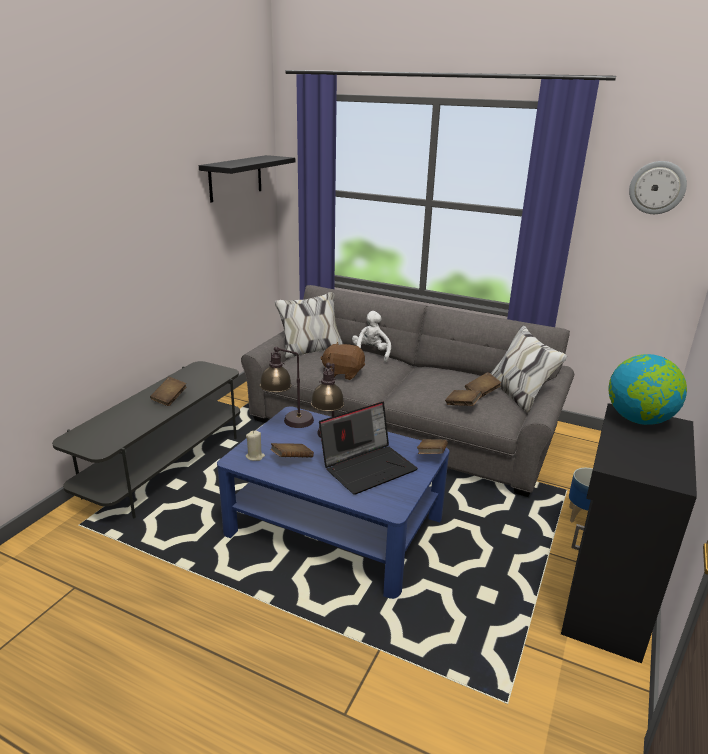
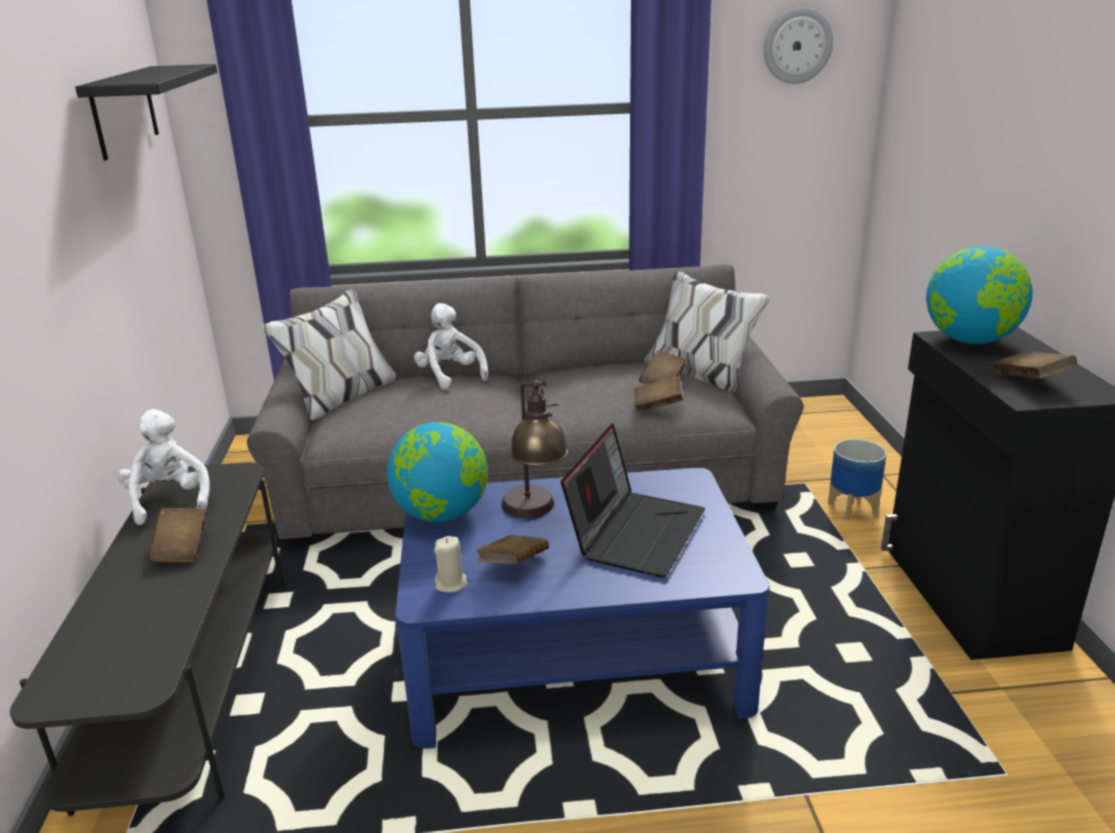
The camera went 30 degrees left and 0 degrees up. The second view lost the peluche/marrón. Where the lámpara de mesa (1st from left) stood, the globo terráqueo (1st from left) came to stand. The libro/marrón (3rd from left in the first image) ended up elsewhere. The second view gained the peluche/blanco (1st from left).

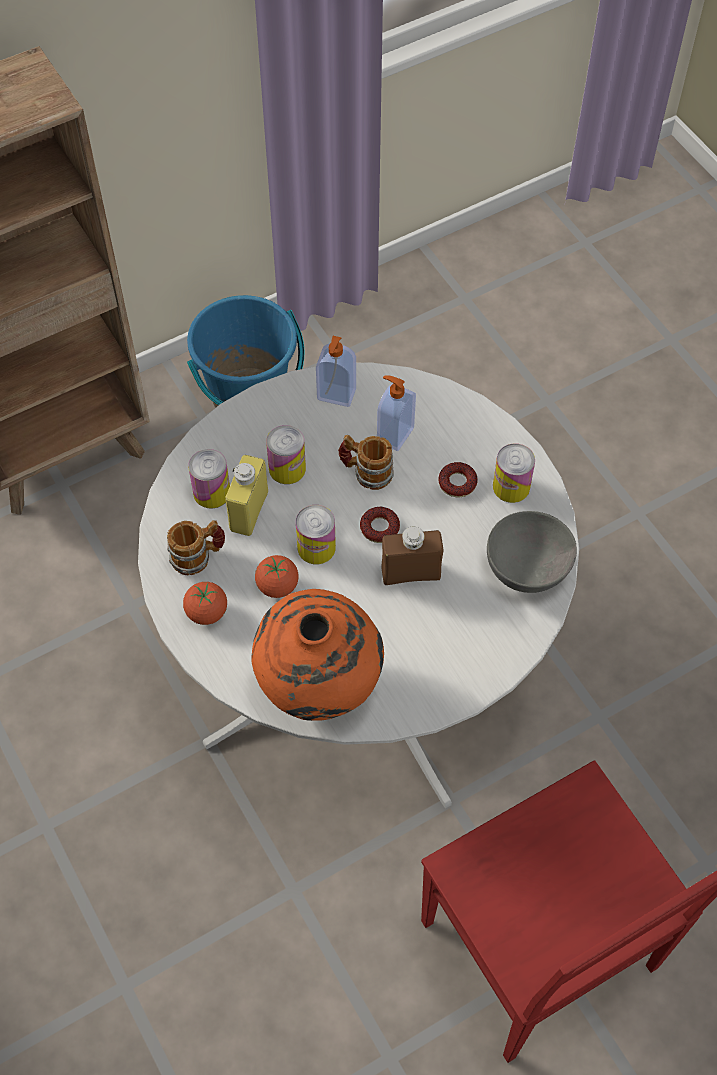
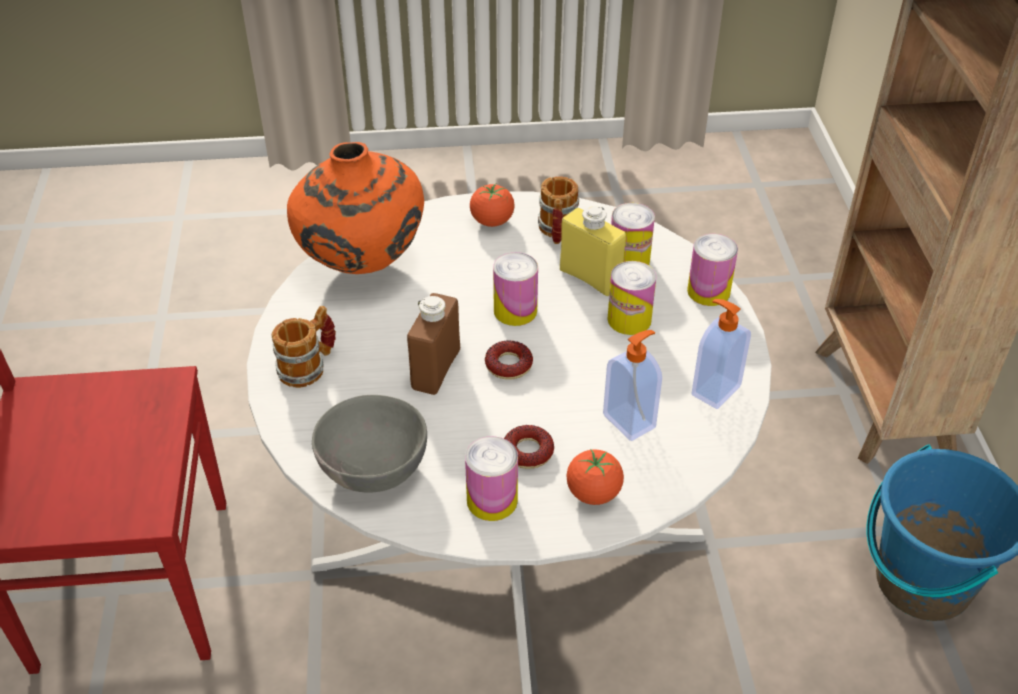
The camera went 115 degrees right and 15 degrees down. The taza grande (2nd from left in the first image) ended up elsewhere. The tomate (2nd from left) ended up elsewhere. The second view gained the lata (5th from left).

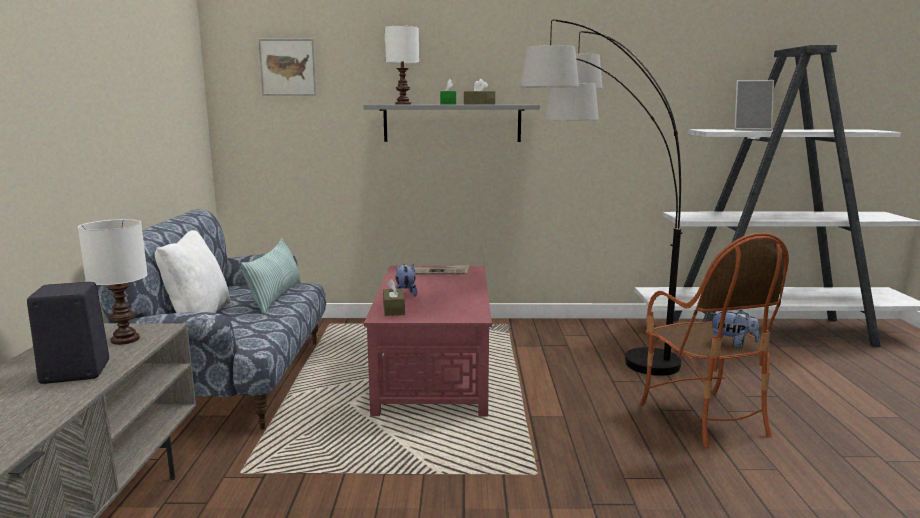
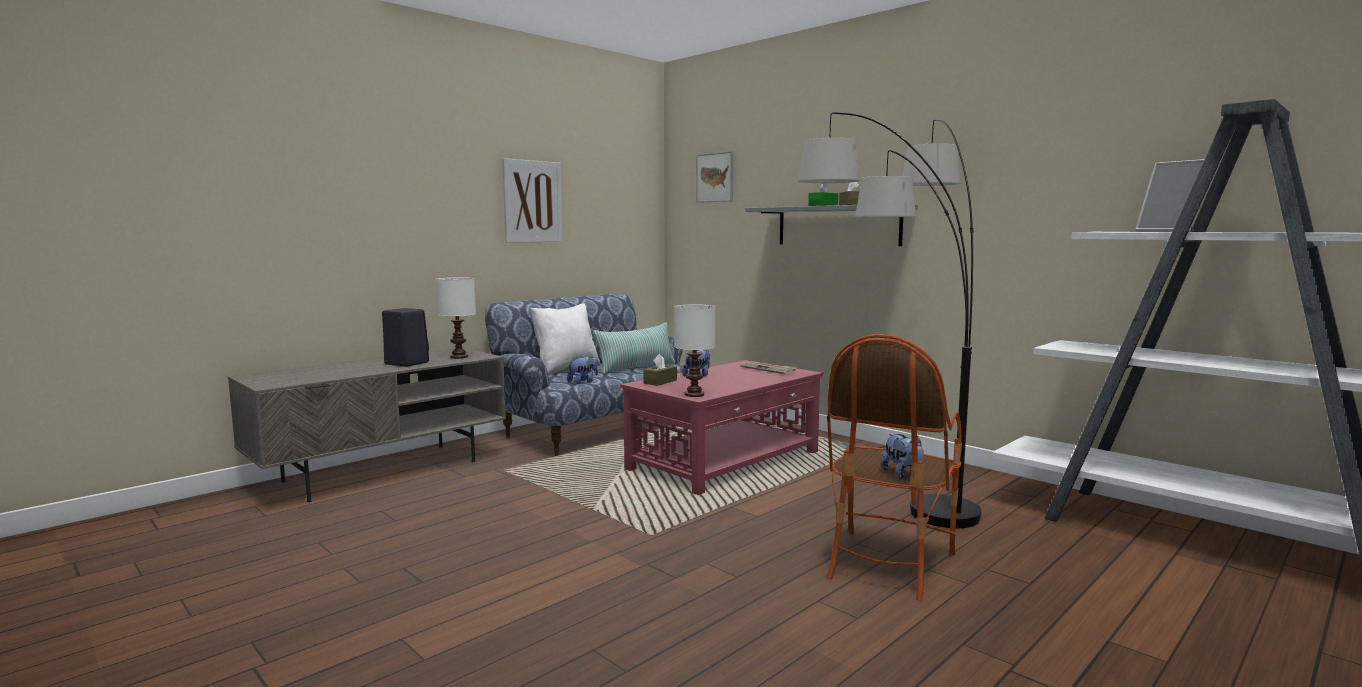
The camera went 45 degrees right and 5 degrees down. The lámpara de mesa/blanco (2nd from left) ended up elsewhere. The second view gained the cuadro (1st from left). The second view gained the peluche (1st from left).

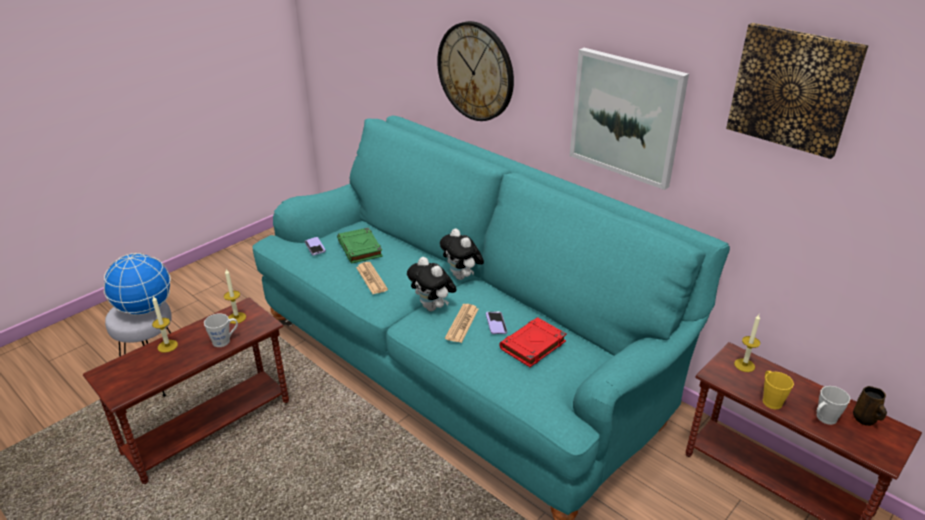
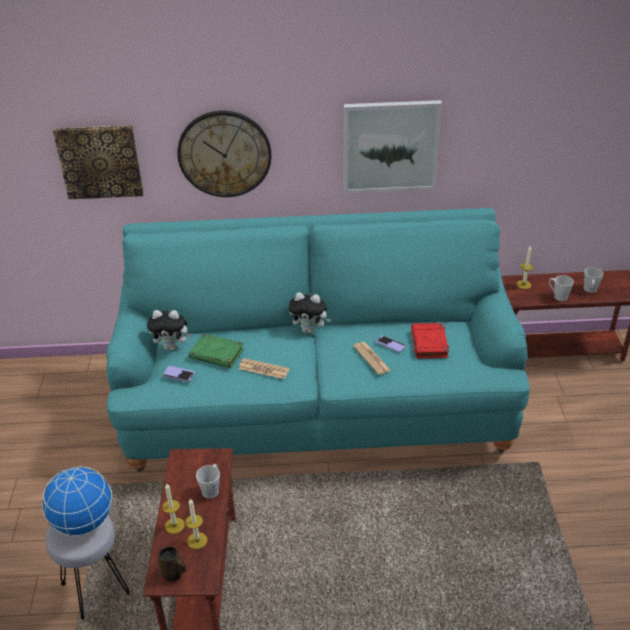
The camera went 45 degrees left and 5 degrees up. The cuadro (2nd from left in the first image) ended up elsewhere. The peluche (1st from left) ended up elsewhere. The vela (2nd from left) ended up elsewhere. What was the taza grande/amarillo turned into the taza grande/gris (2nd from left). The taza grande/marrón ended up elsewhere.

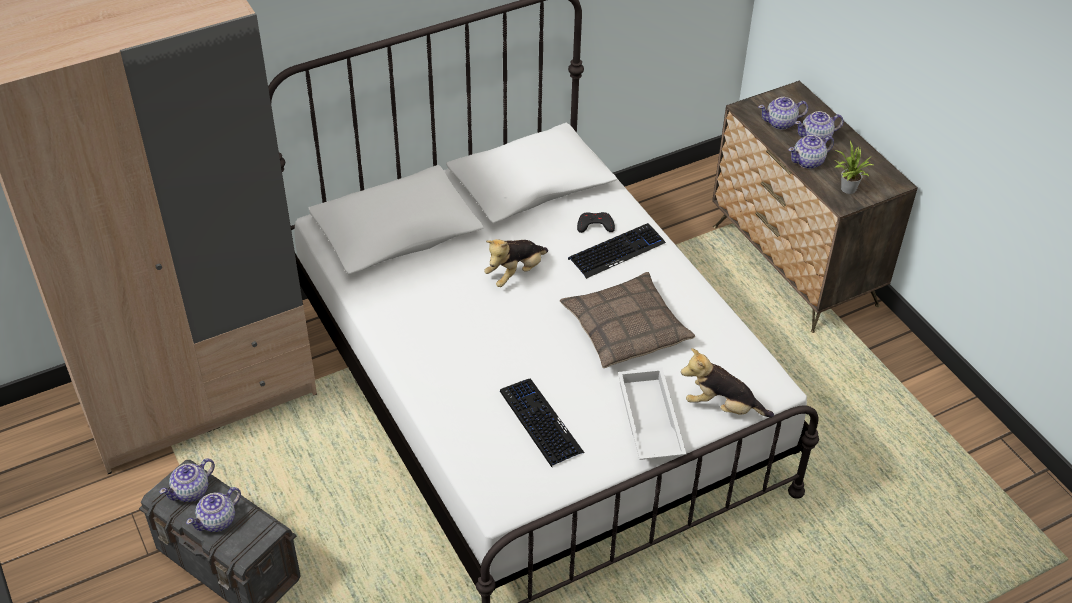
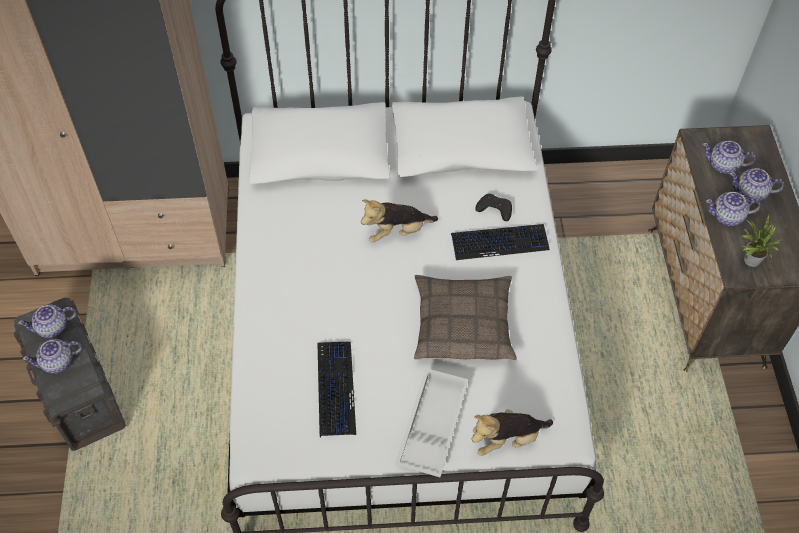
The camera went 25 degrees right and 10 degrees up. The peluche (2nd from left) ended up facing another way, 60 degrees counterclockwise from before.

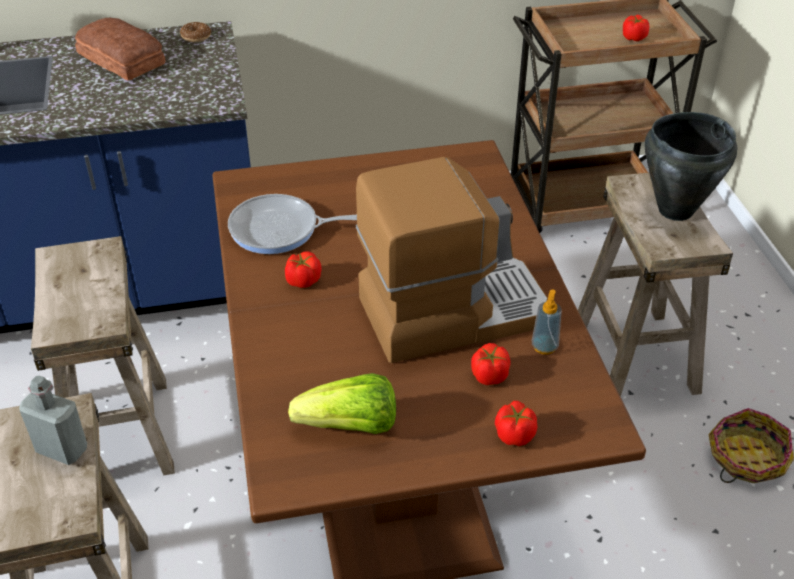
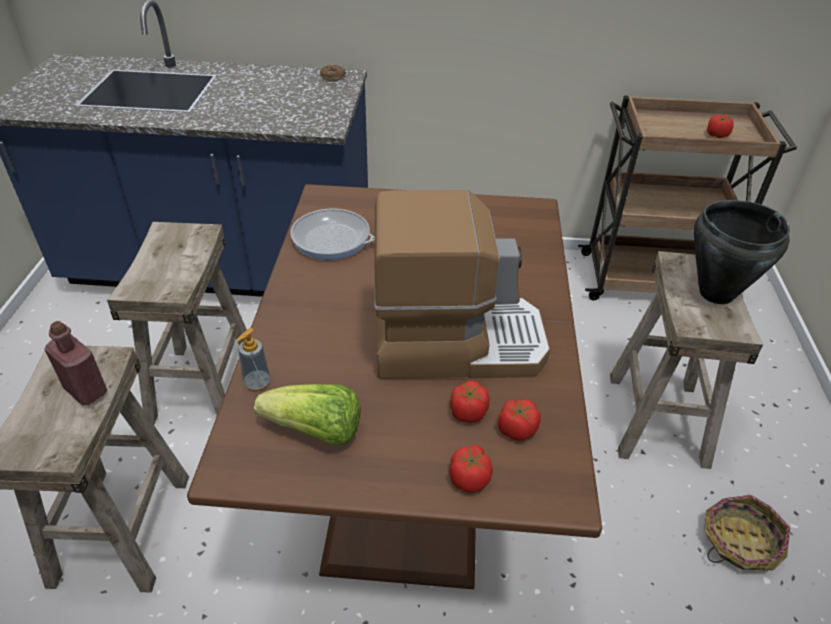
The camera went 15 degrees right and 0 degrees up. The second view lost the pan. The tomate (1st from left in the first image) ended up elsewhere. The dispensador de jabón ended up elsewhere. What was the botella/gris turned into the botella/rojo.

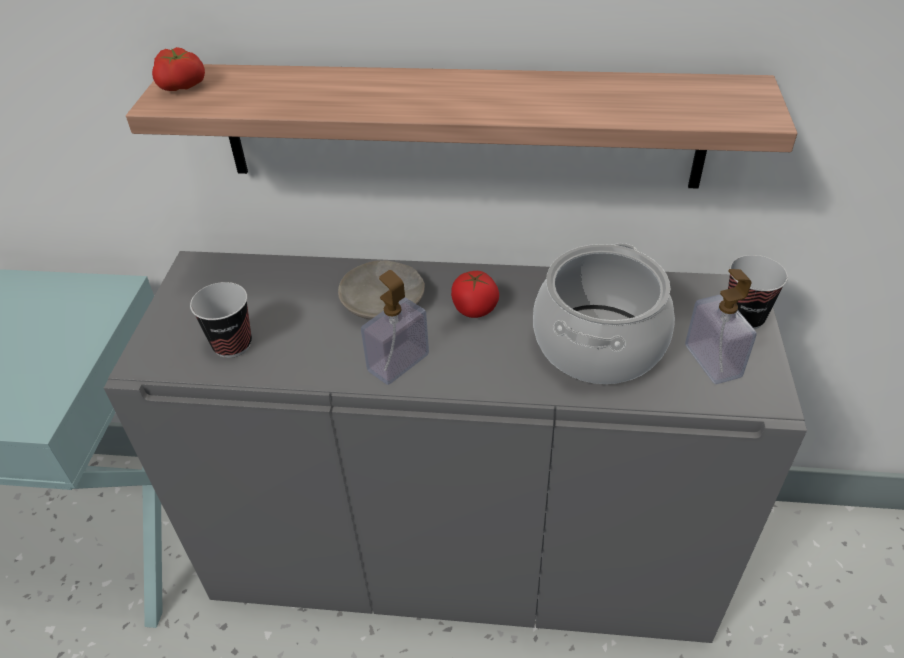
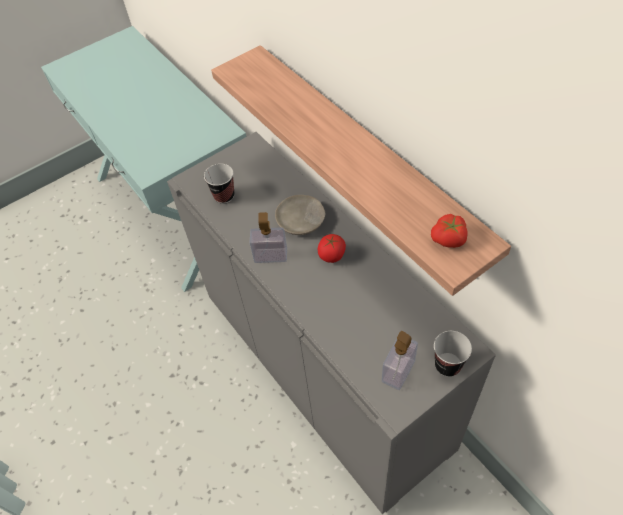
The camera went 50 degrees right and 10 degrees up. The tomate (1st from left in the first image) ended up elsewhere. The second view lost the olla.

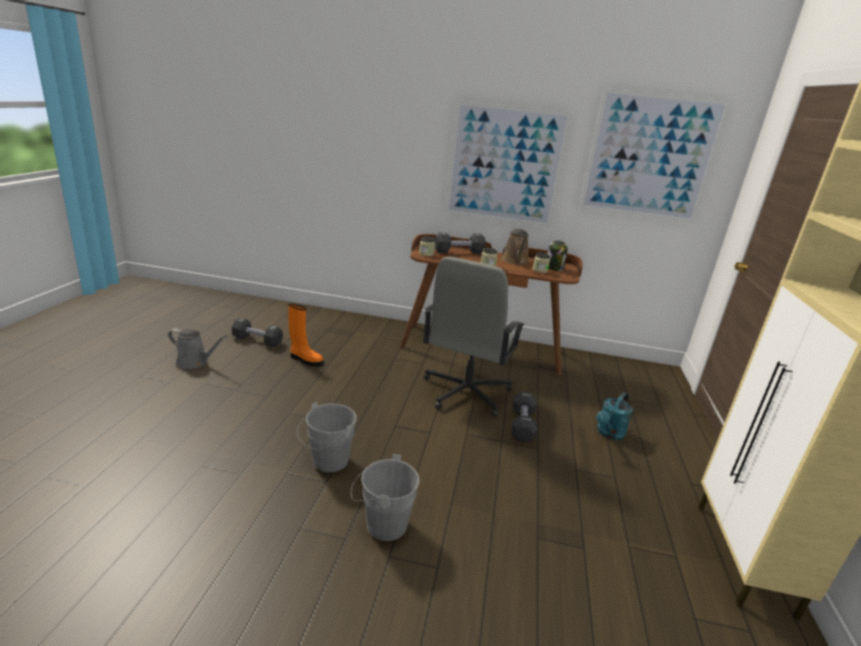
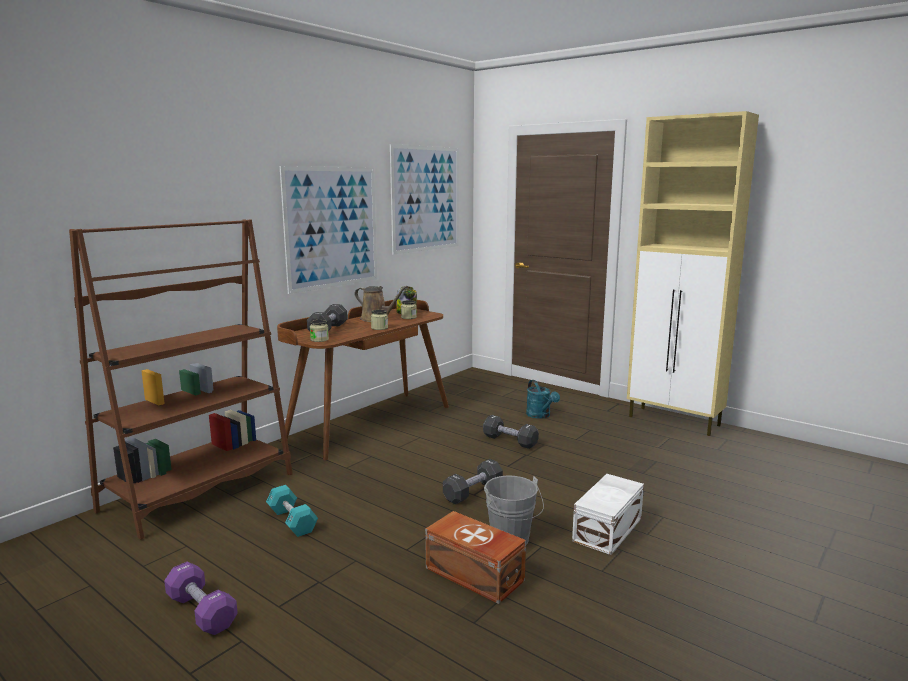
The camera went 60 degrees left and 10 degrees down. The second view lost the silla de oficina/gris. Where the bota/naranja stood, the mancuerna/turquesa came to stand. The mancuerna/negro (1st from left in the first image) ended up elsewhere. Where the regadera/gris stood, the mancuerna/morado came to stand. Where the cubo/gris (2nd from left) stood, the caja de almacenaje/blanco came to stand. The second view gained the estantería/marrón. The second view gained the caja de almacenaje/marrón.

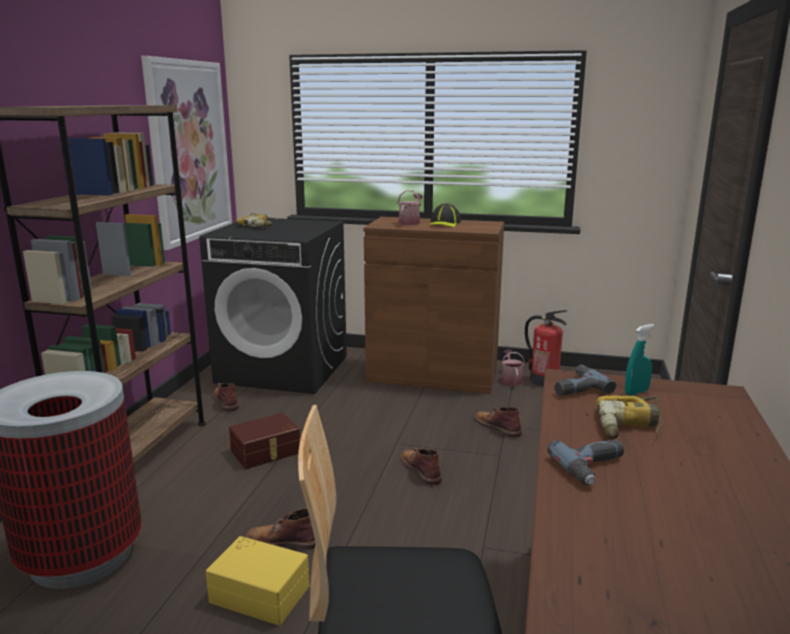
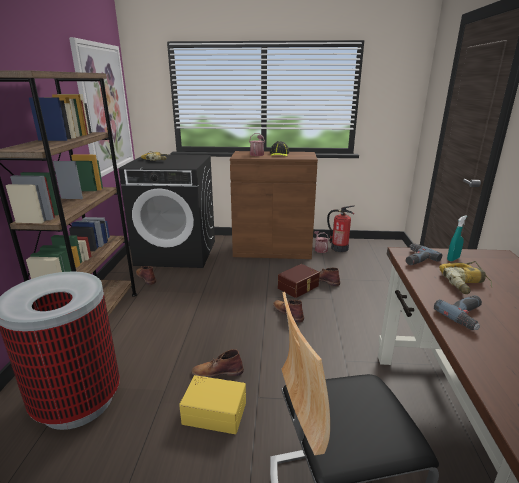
The camera went 10 degrees left and 5 degrees up. The caja de almacenaje/marrón ended up elsewhere.

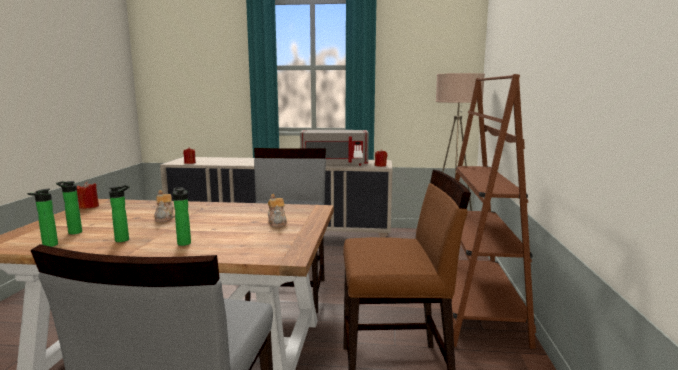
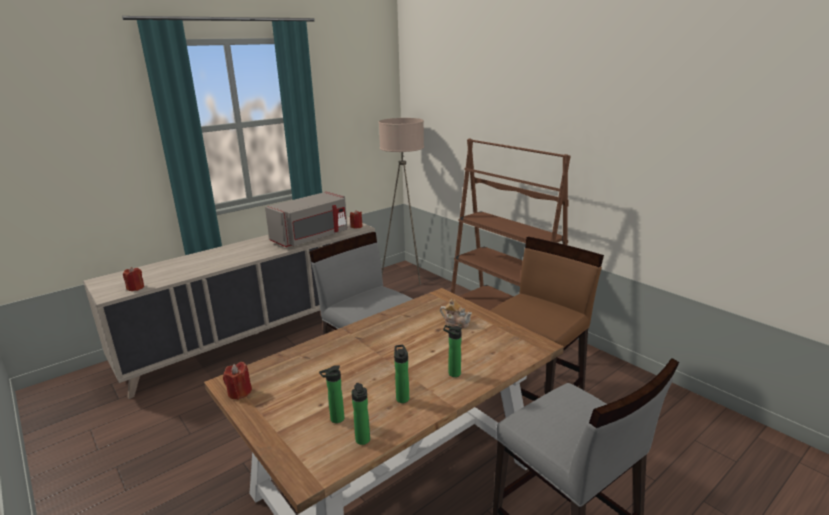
The camera went 45 degrees left and 10 degrees up. The second view lost the tetera (1st from left).

